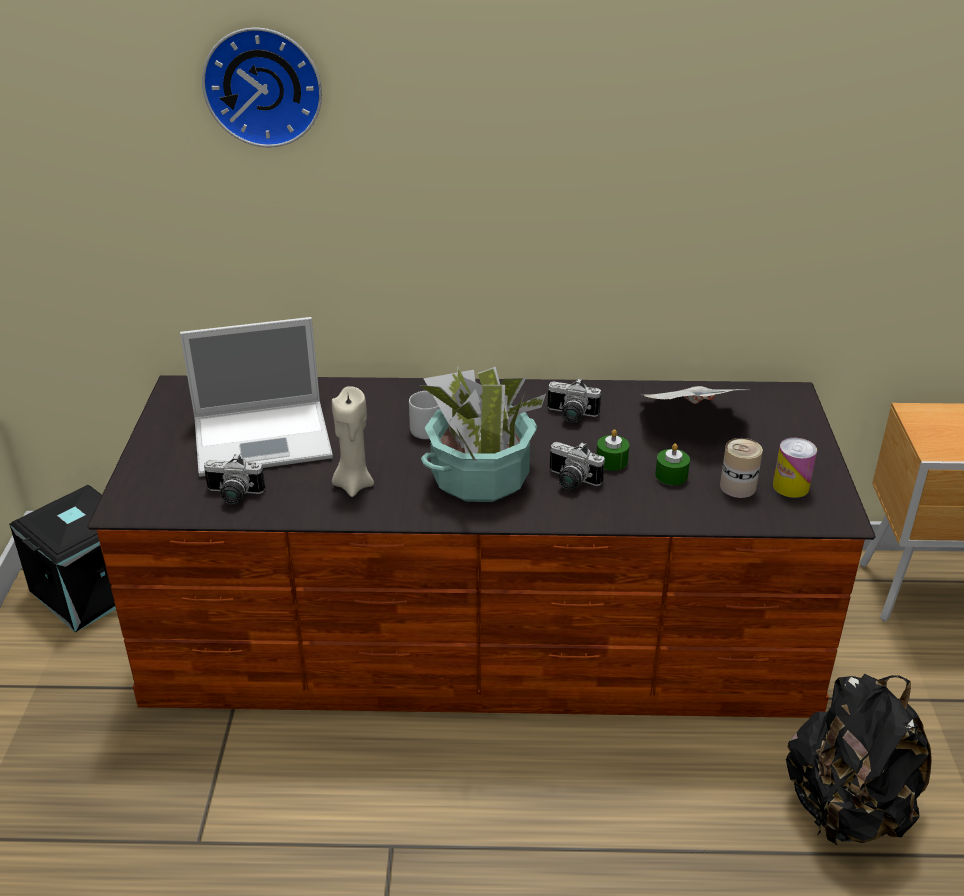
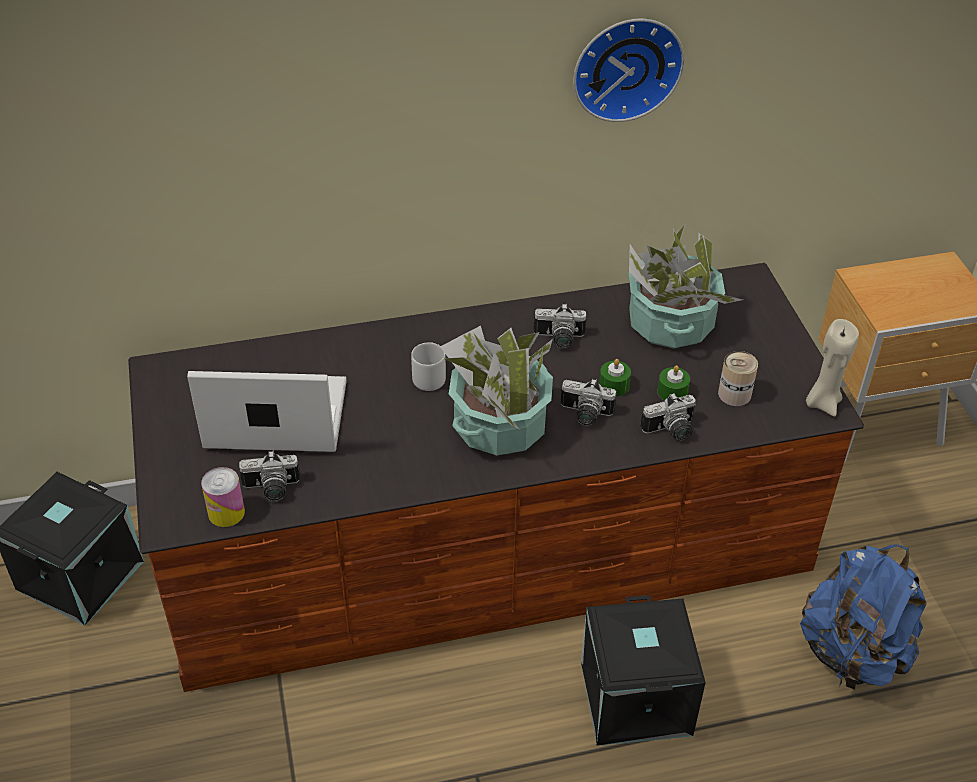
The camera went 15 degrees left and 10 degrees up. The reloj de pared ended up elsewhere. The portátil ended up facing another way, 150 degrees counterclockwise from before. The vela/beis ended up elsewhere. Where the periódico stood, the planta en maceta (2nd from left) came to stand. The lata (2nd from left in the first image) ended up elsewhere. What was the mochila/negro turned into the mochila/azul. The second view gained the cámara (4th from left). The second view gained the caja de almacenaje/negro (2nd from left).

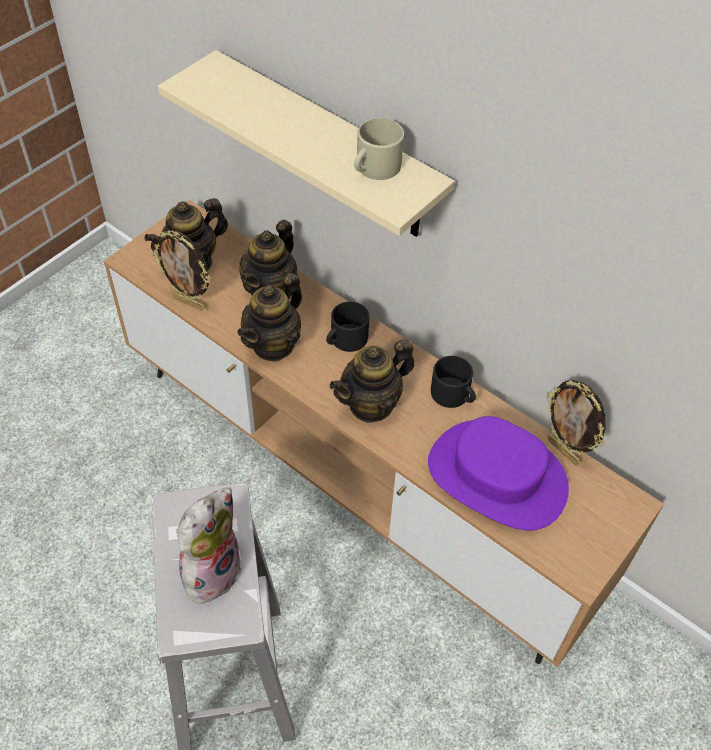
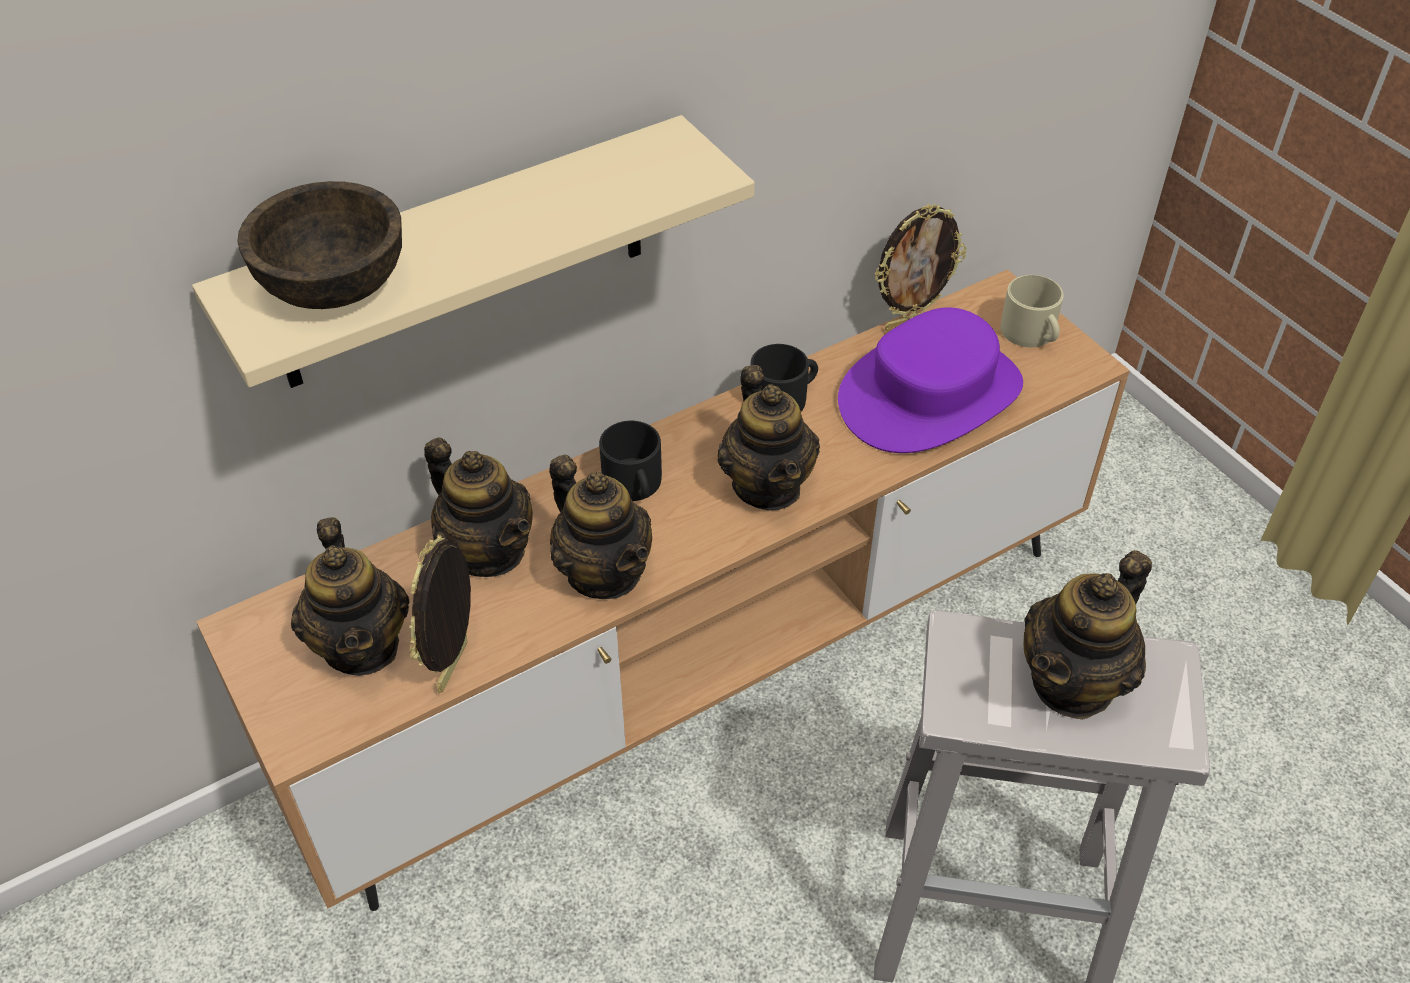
The camera went 70 degrees left and 5 degrees down. The taza grande/beis ended up elsewhere. The portarretratos (1st from left) ended up facing another way, 150 degrees clockwise from before. Where the peluche stood, the tetera (5th from left) came to stand. The second view gained the cuenco/marrón.

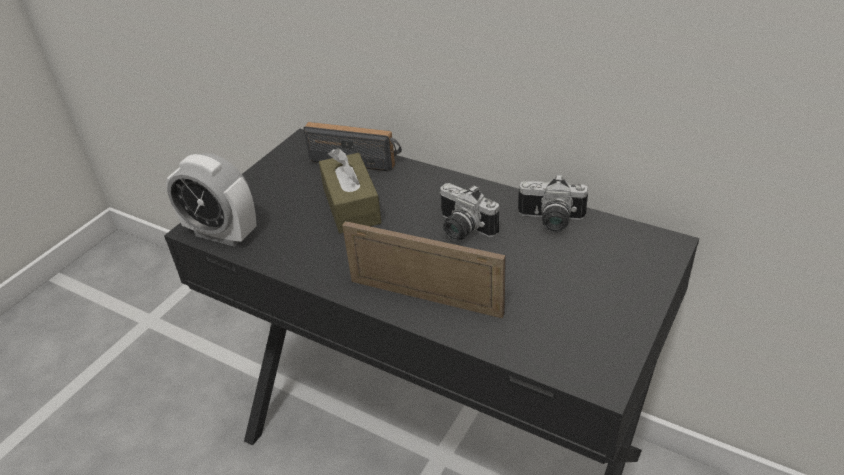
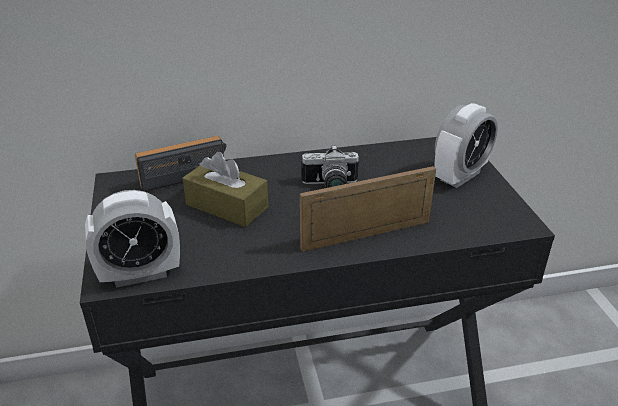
The camera went 45 degrees left and 5 degrees down. The second view lost the cámara (2nd from left). The second view gained the despertador (2nd from left).

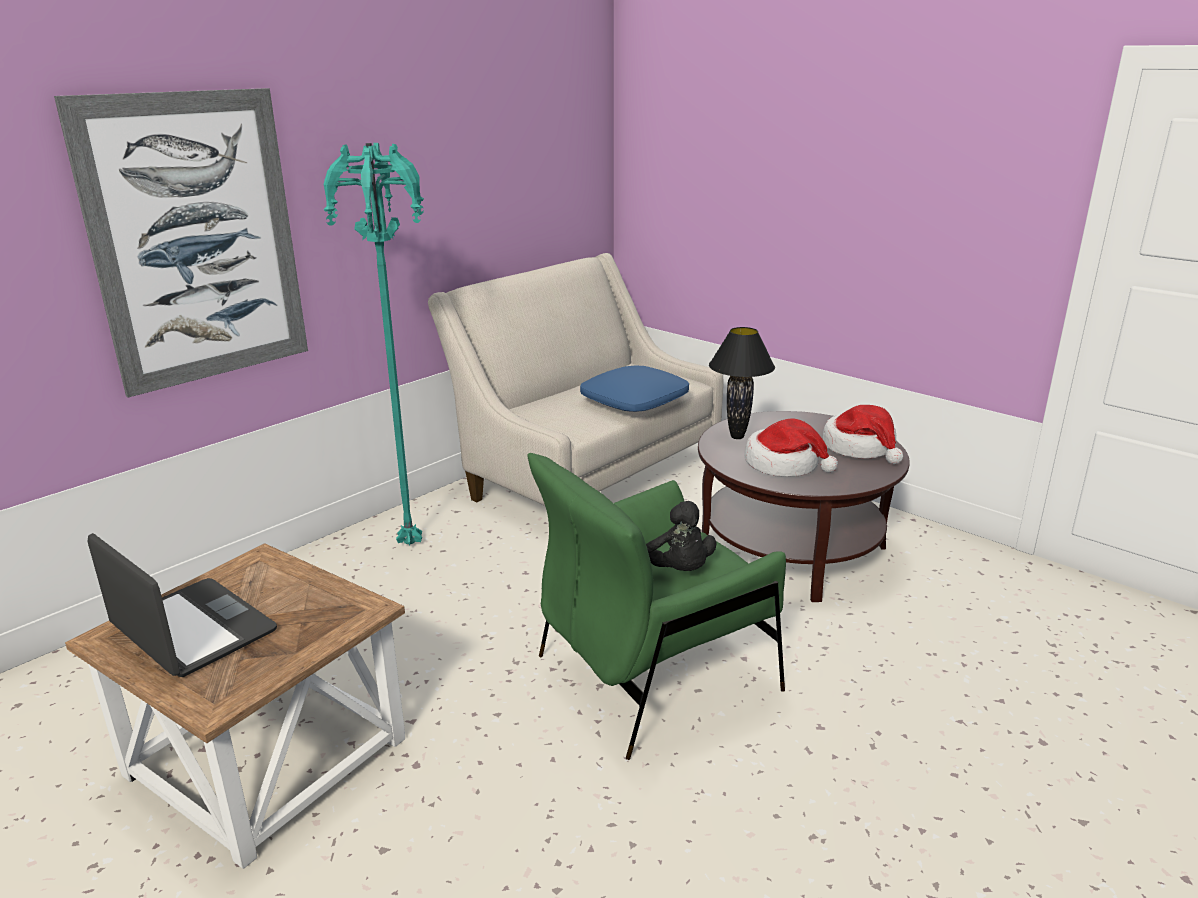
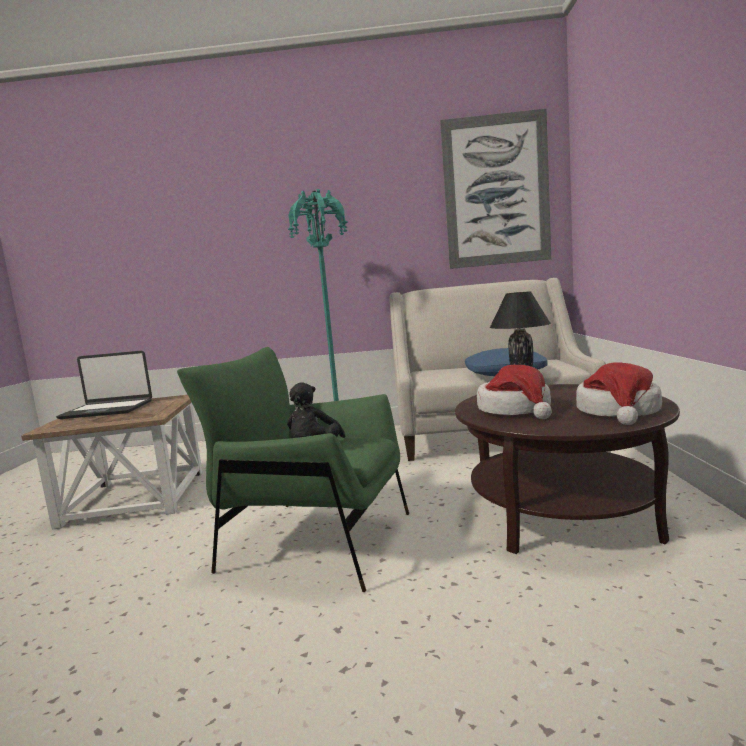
The camera went 50 degrees right and 15 degrees down. The cuadro ended up elsewhere. The portátil ended up facing another way, 90 degrees clockwise from before.

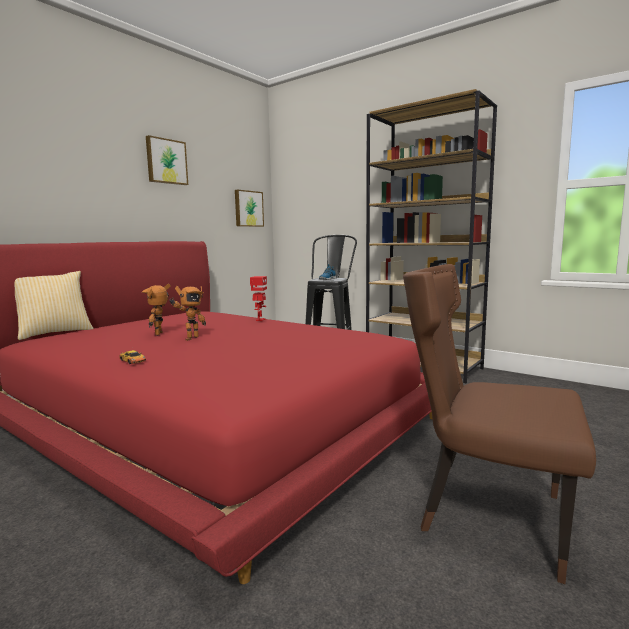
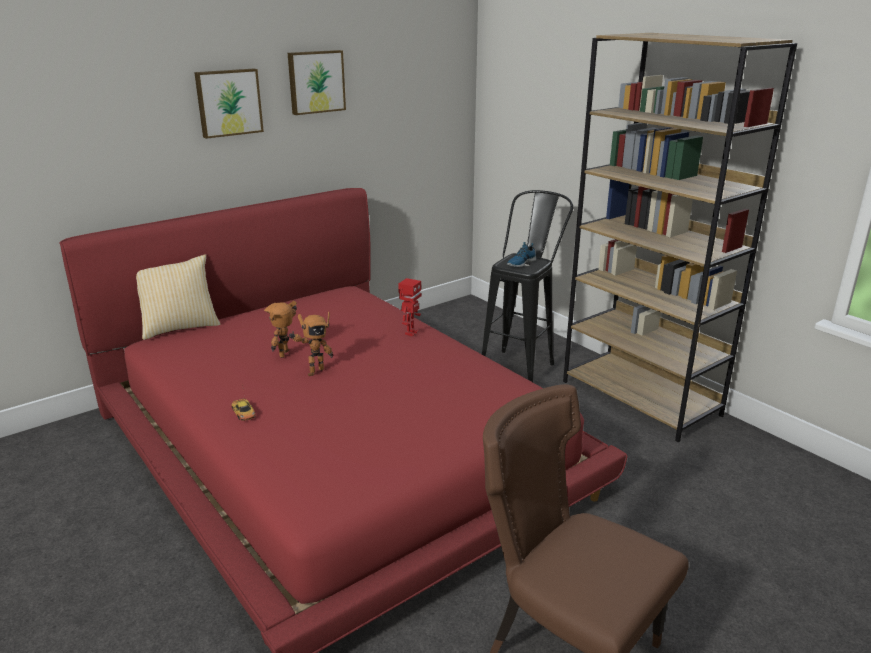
The camera went 15 degrees right and 15 degrees up. The cuadro (2nd from left in the first image) ended up elsewhere.

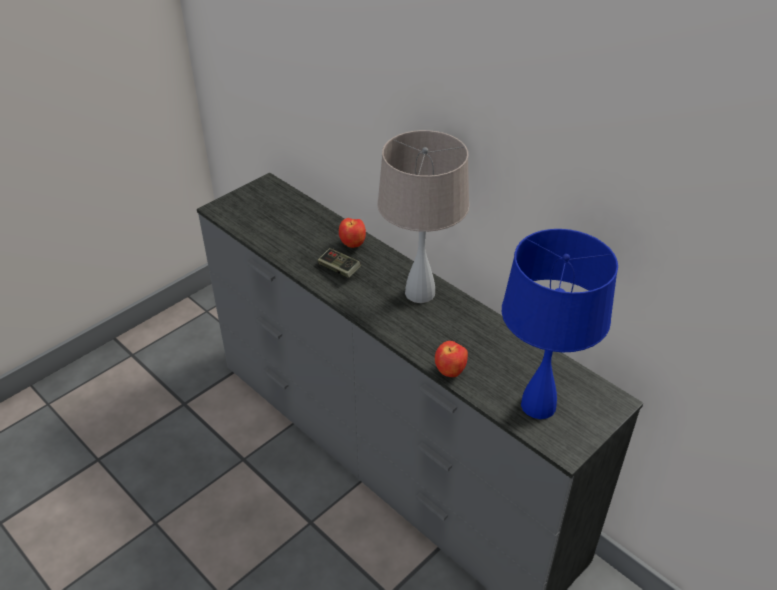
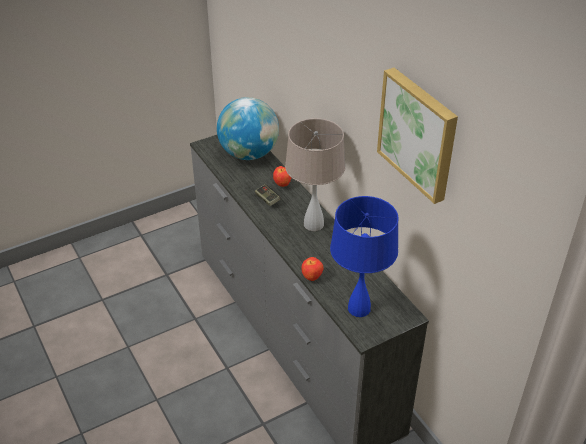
The camera went 15 degrees right and 0 degrees up. The second view gained the cuadro. The second view gained the globo terráqueo.

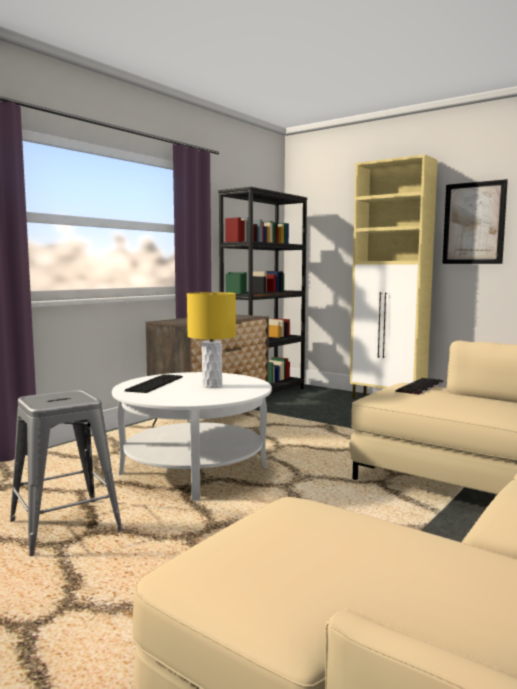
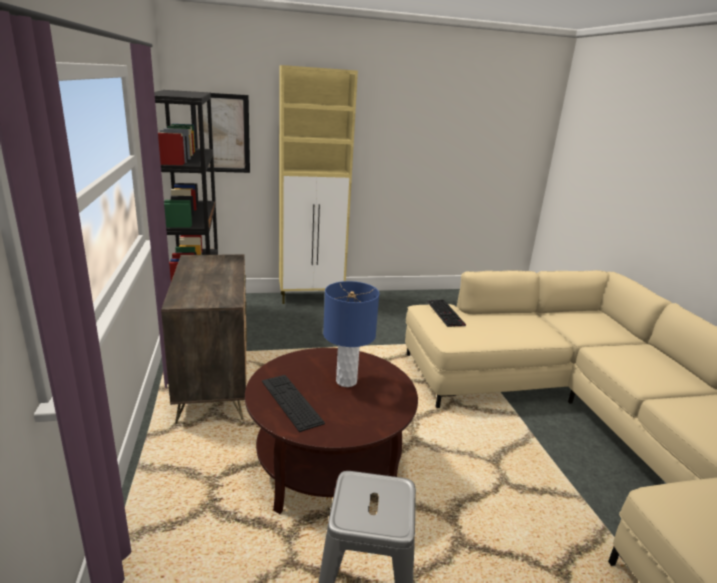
The camera went 50 degrees left and 15 degrees up. The cuadro ended up elsewhere. What was the lámpara de mesa/amarillo turned into the lámpara de mesa/azul. What was the mesa de centro/blanco turned into the mesa de centro/marrón.

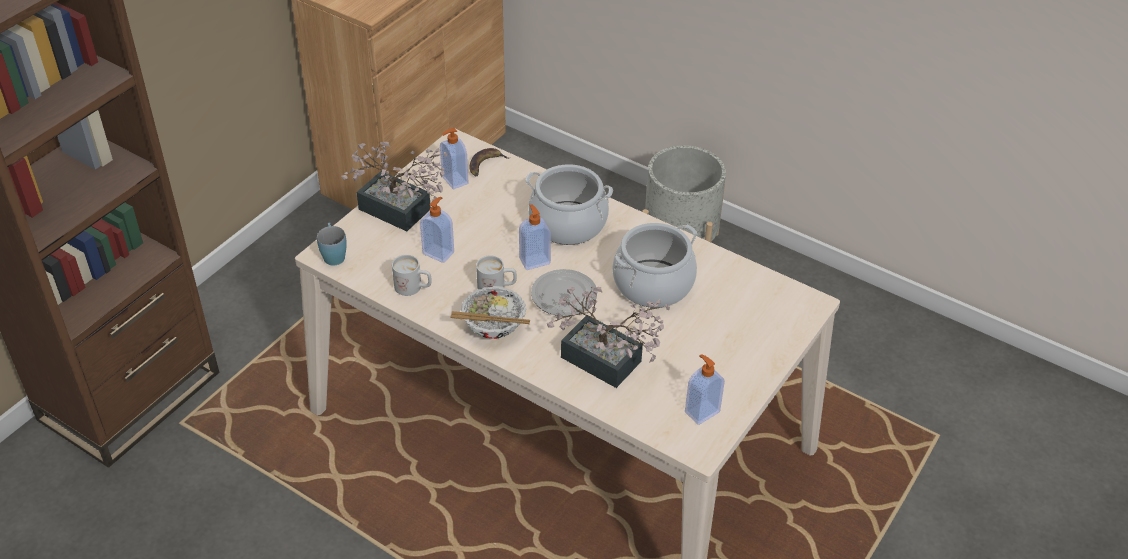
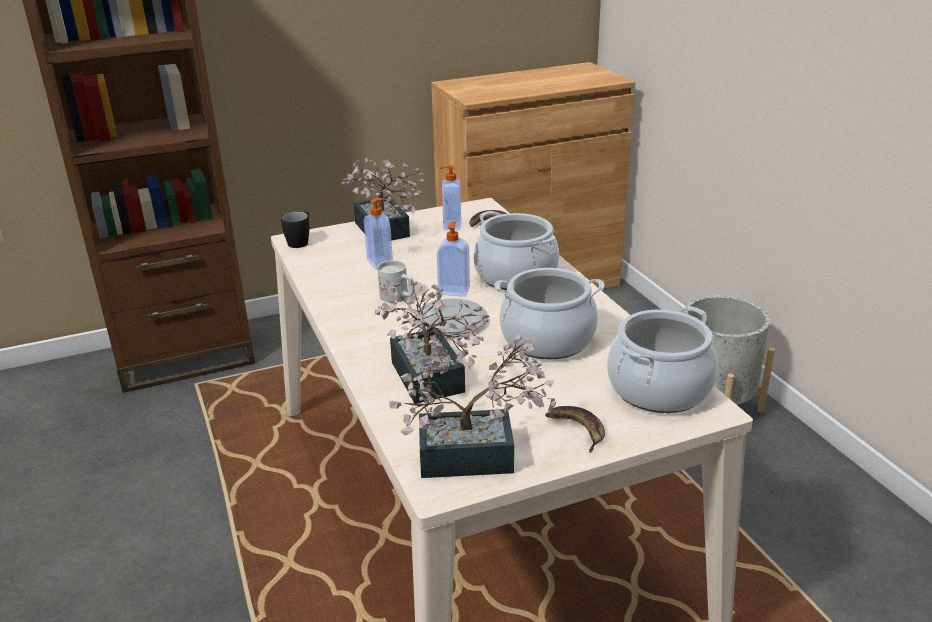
The camera went 35 degrees right and 15 degrees down. What was the taza grande/azul turned into the taza grande/negro. The second view lost the taza grande/blanco (1st from left). The second view lost the cuenco. Where the dispensador de jabón (4th from left) stood, the planta en maceta (3rd from left) came to stand. The second view gained the olla (3rd from left). The second view gained the plátano (2nd from left).

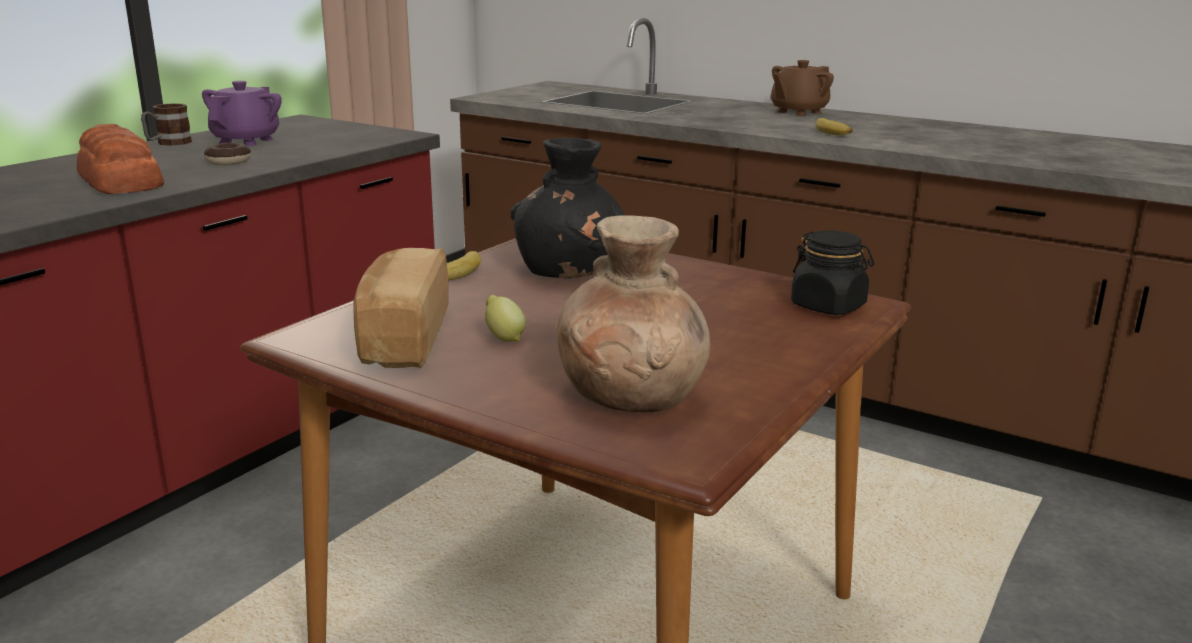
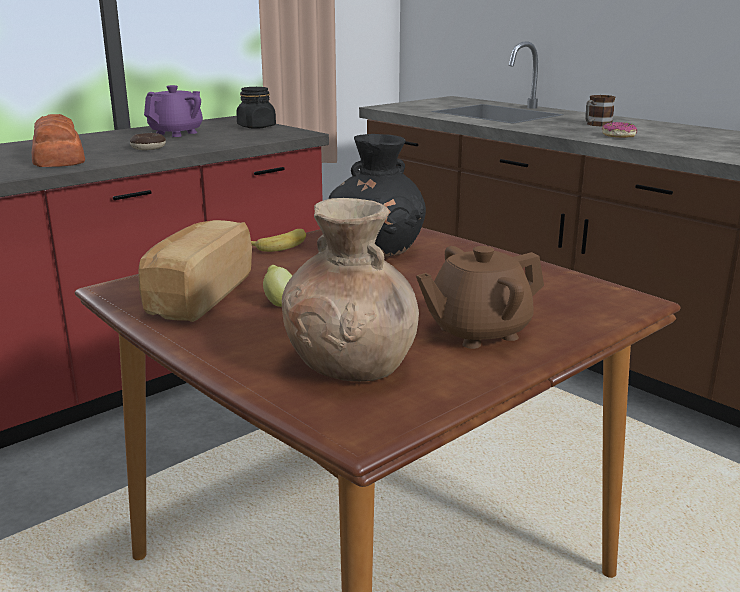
The camera went 15 degrees right and 0 degrees up. The tetera/marrón ended up elsewhere. The taza grande ended up elsewhere. The second view lost the plátano (2nd from left). The tarro/negro ended up elsewhere. The second view gained the rosquilla (2nd from left).

